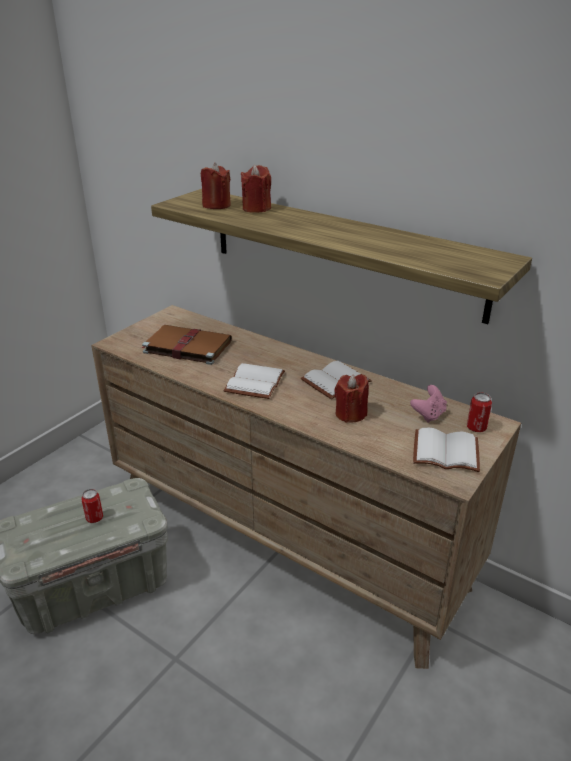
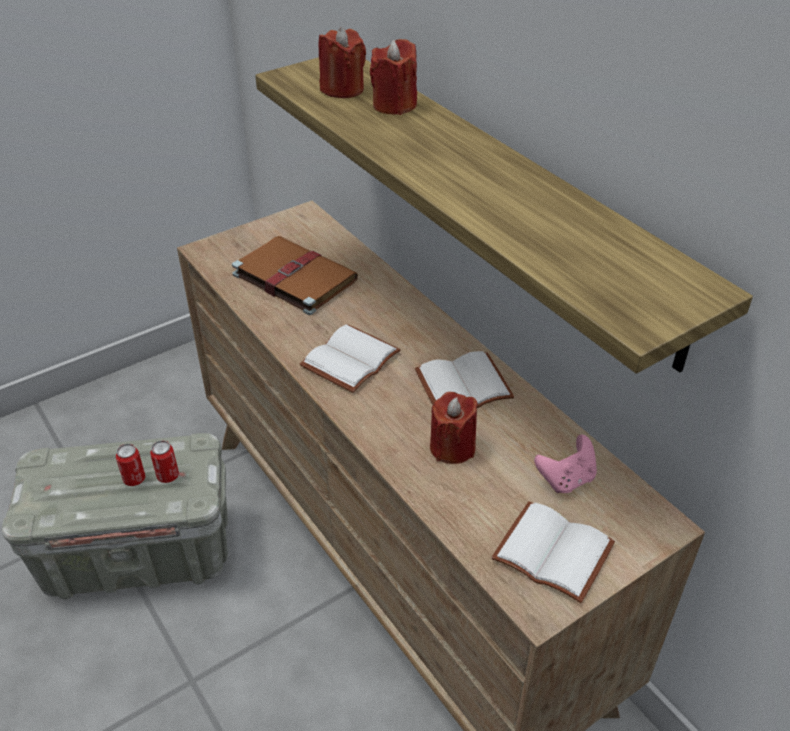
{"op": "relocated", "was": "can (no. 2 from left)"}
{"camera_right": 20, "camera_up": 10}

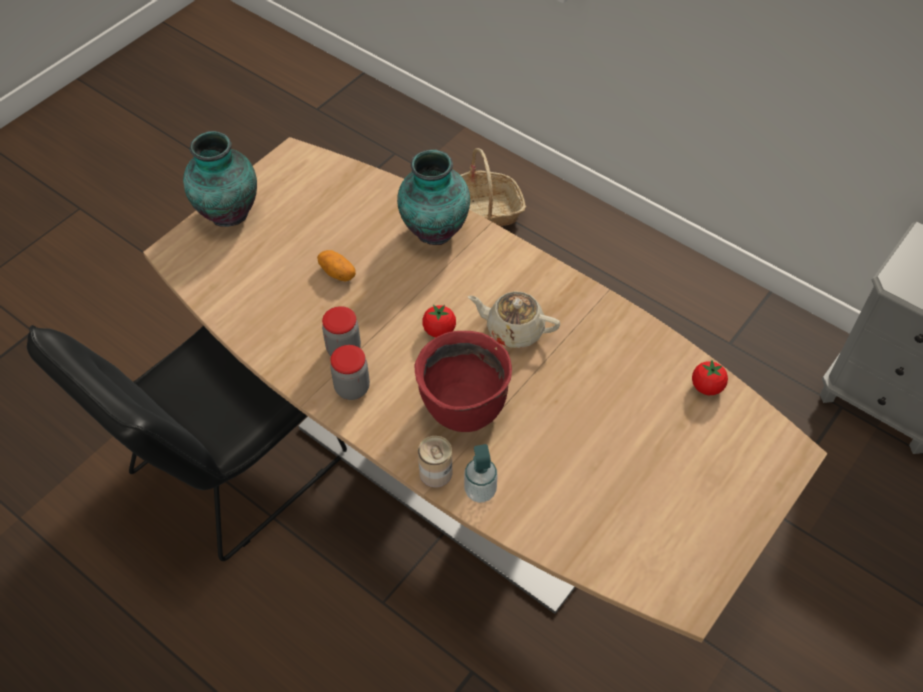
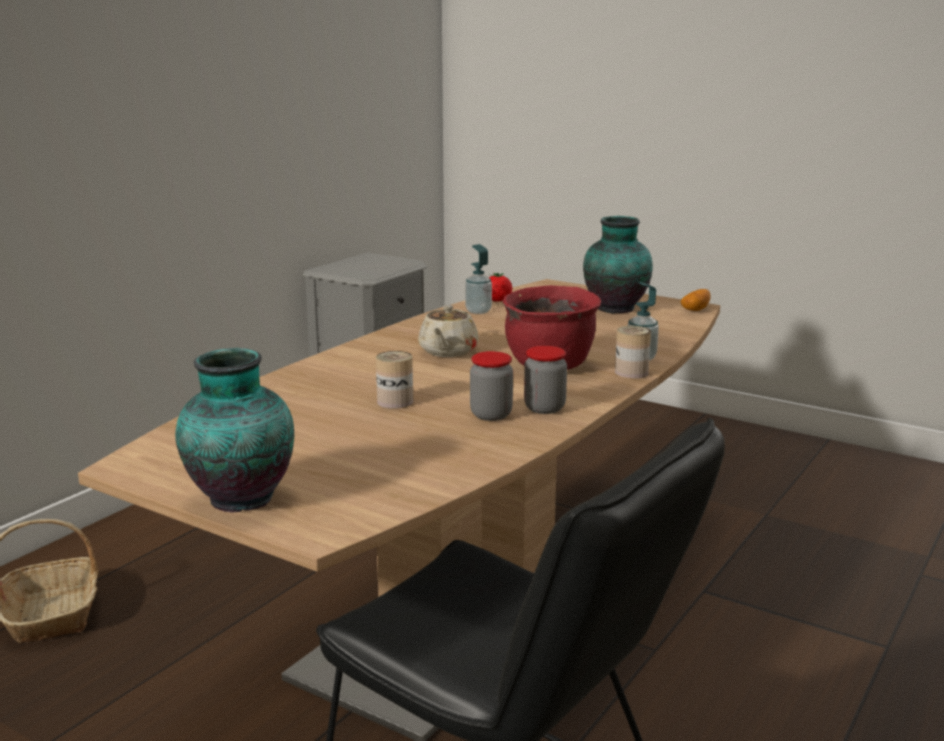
{"op": "relocated", "was": "potato"}
{"op": "relocated", "was": "vase (no. 2 from left)"}
{"op": "missing", "was": "tomato (no. 1 from left)"}
{"op": "appeared", "now": "can (no. 1 from left)"}
{"op": "appeared", "now": "soap dispenser (no. 1 from left)"}
{"camera_right": -95, "camera_up": -35}

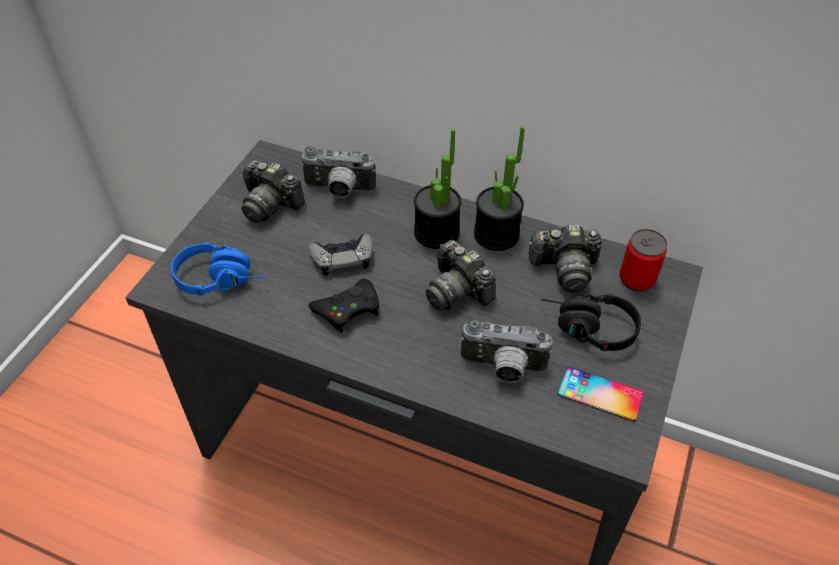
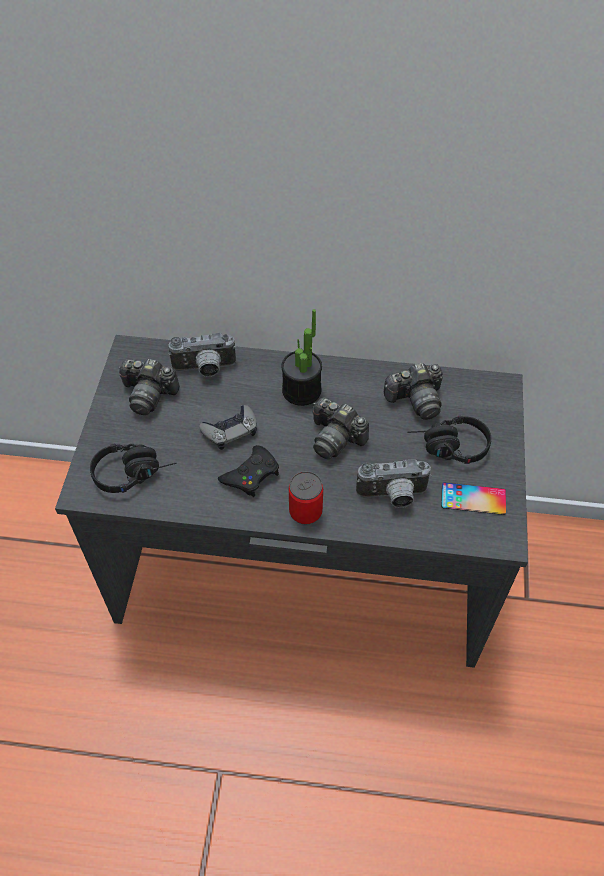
{"op": "colour", "was": "headphones (blue)", "now": "headphones (black) (no. 1 from left)"}
{"op": "missing", "was": "potted plant (no. 2 from left)"}
{"op": "relocated", "was": "can"}
{"camera_right": -15, "camera_up": 5}

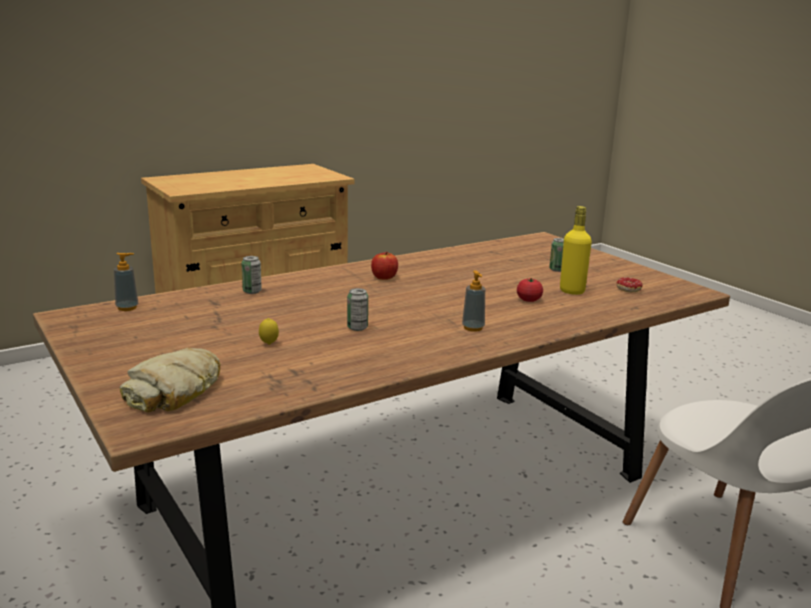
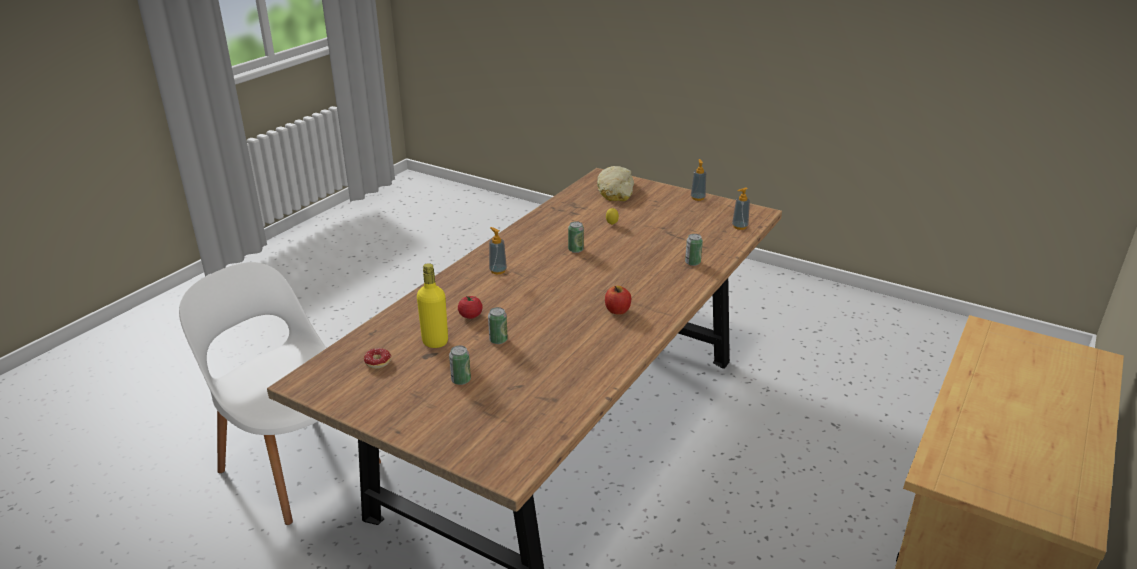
{"op": "appeared", "now": "can (no. 2 from left)"}
{"op": "appeared", "now": "soap dispenser (no. 2 from left)"}
{"camera_right": 155, "camera_up": 10}

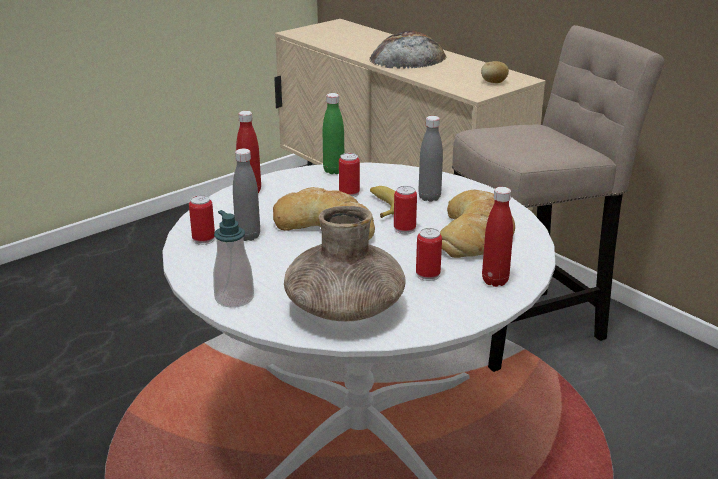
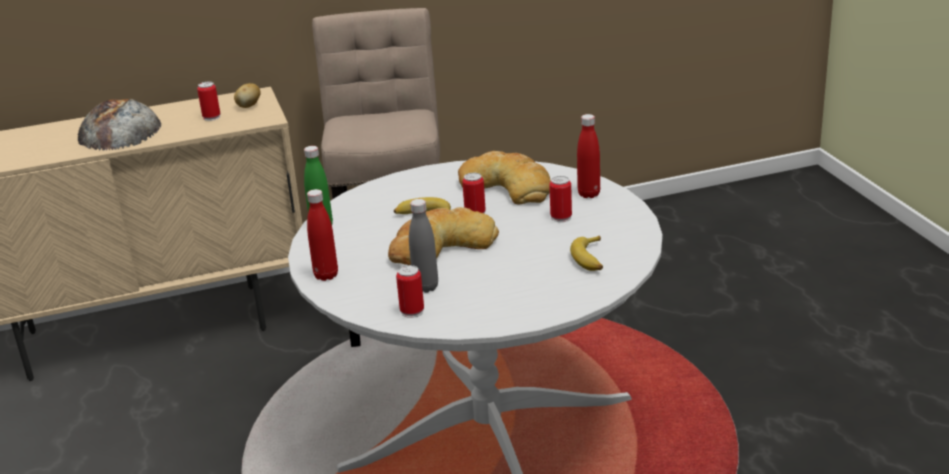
{"op": "missing", "was": "soap dispenser"}
{"op": "exchanged", "was": "vase (brown)", "now": "banana (no. 2 from left)"}
{"op": "relocated", "was": "can (no. 2 from left in the first image)", "now": "can (no. 1 from left)"}
{"op": "missing", "was": "bottle (grey) (no. 2 from left)"}
{"camera_right": -65, "camera_up": 0}

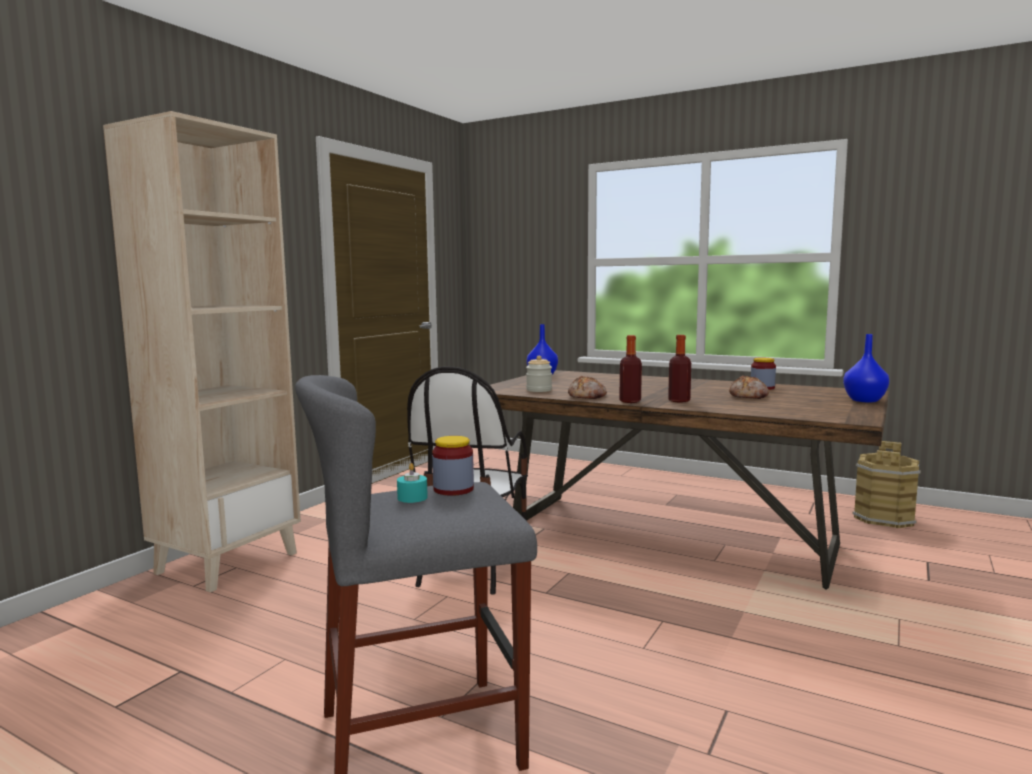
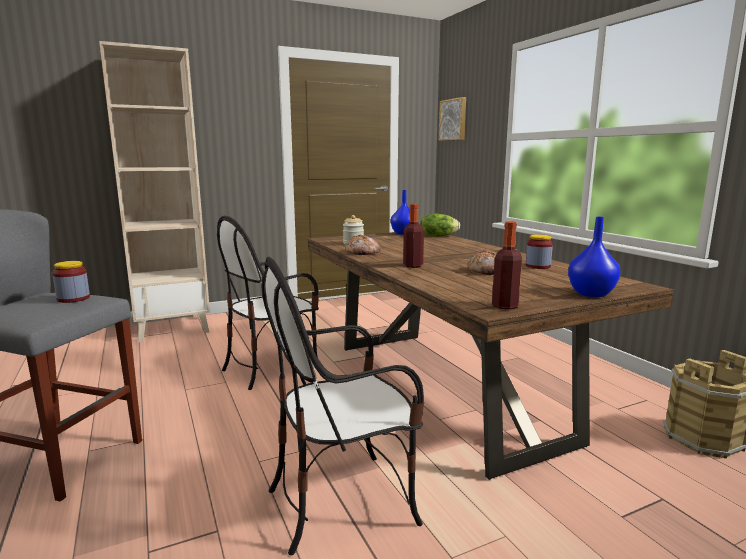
{"op": "missing", "was": "candle (turquoise)"}
{"op": "relocated", "was": "bottle (no. 1 from left in the first image)", "now": "bottle (no. 2 from left)"}
{"op": "appeared", "now": "chair (no. 2 from left)"}
{"op": "appeared", "now": "lettuce"}
{"op": "appeared", "now": "picture"}
{"camera_right": 35, "camera_up": 5}

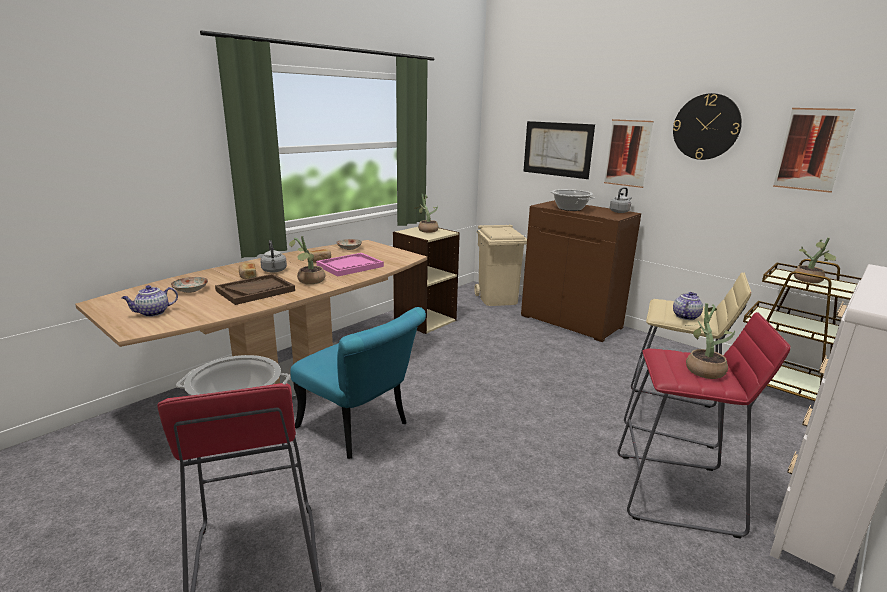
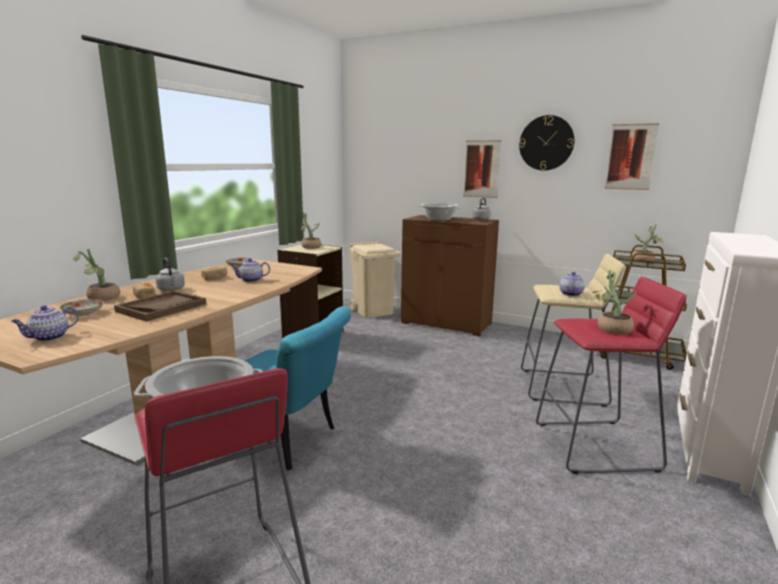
{"op": "relocated", "was": "potted plant (no. 1 from left)"}
{"op": "exchanged", "was": "tray (pink)", "now": "teapot (no. 2 from left)"}
{"op": "missing", "was": "picture (no. 1 from left)"}
{"camera_right": -15, "camera_up": -5}

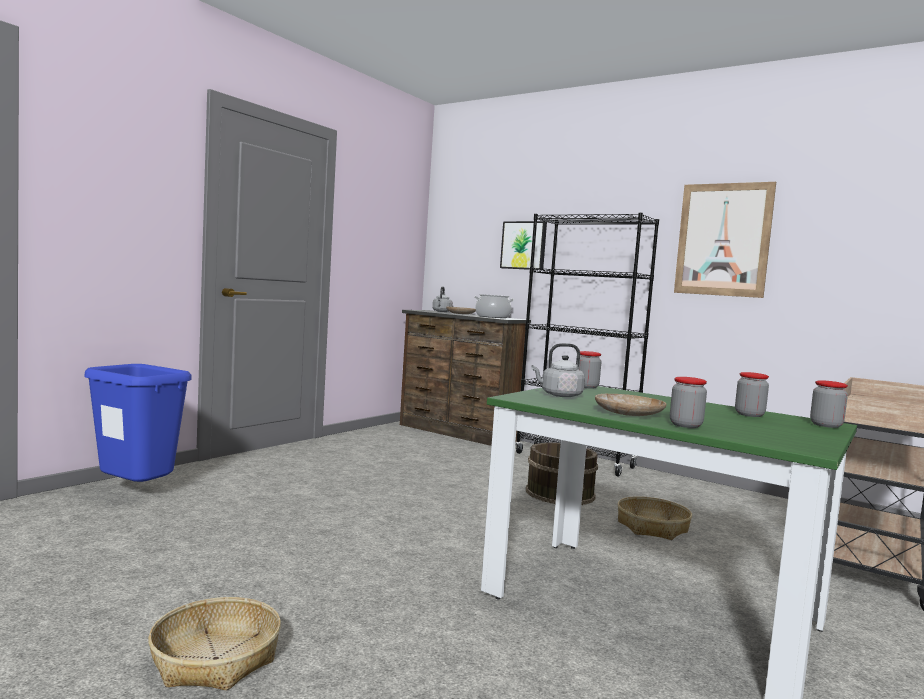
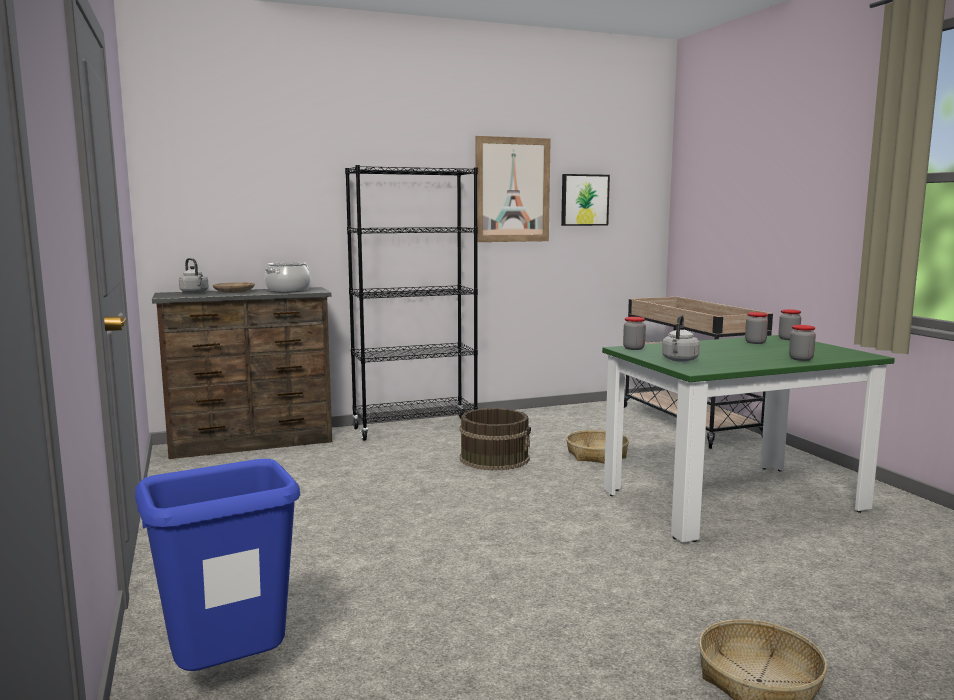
{"op": "relocated", "was": "picture (no. 1 from left in the first image)", "now": "picture (no. 2 from left)"}
{"op": "missing", "was": "plate (beige) (no. 2 from left)"}
{"camera_right": -55, "camera_up": 5}

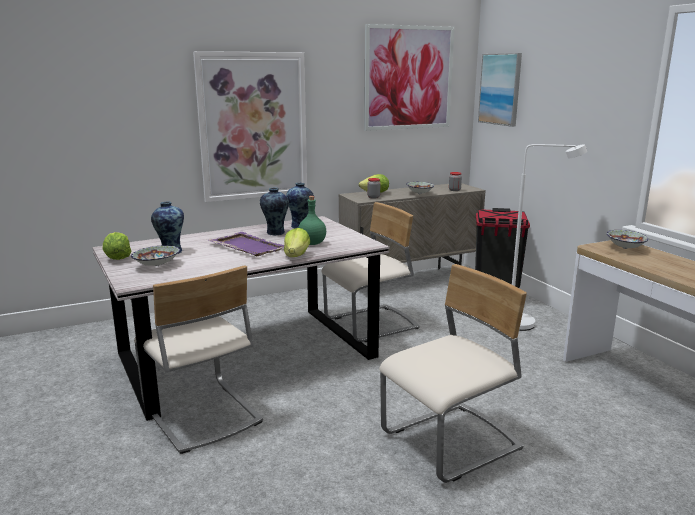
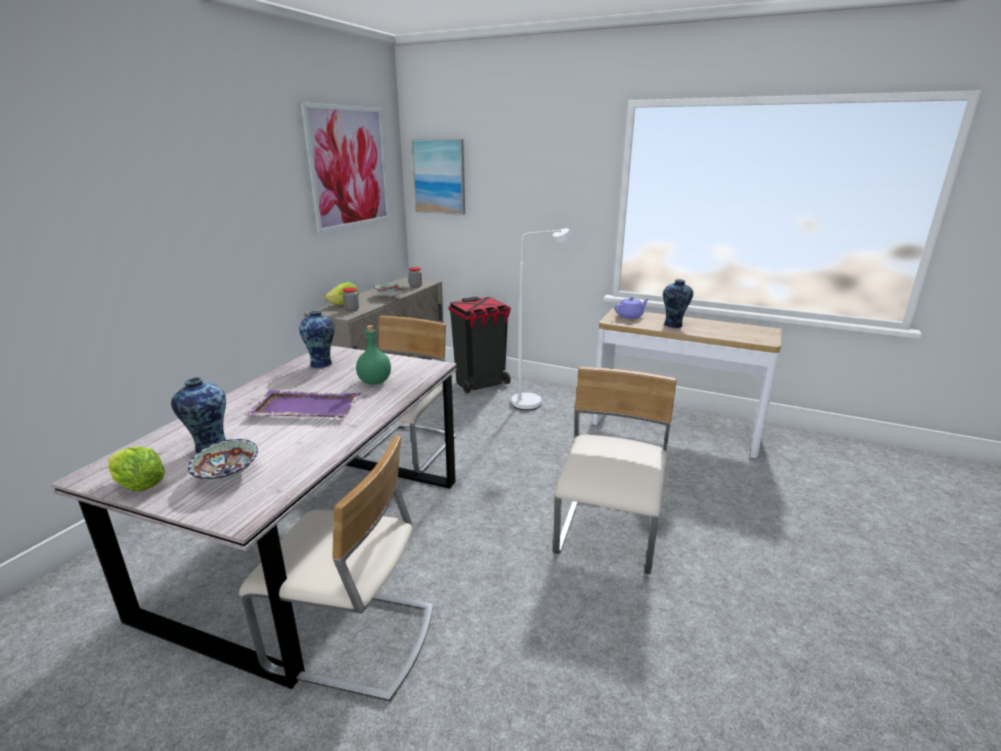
{"op": "missing", "was": "picture (no. 1 from left)"}
{"op": "relocated", "was": "vase (no. 2 from left in the first image)", "now": "vase (no. 3 from left)"}
{"op": "missing", "was": "lettuce (no. 2 from left)"}
{"op": "exchanged", "was": "bowl (no. 3 from left)", "now": "teapot (purple)"}
{"camera_right": -40, "camera_up": 5}

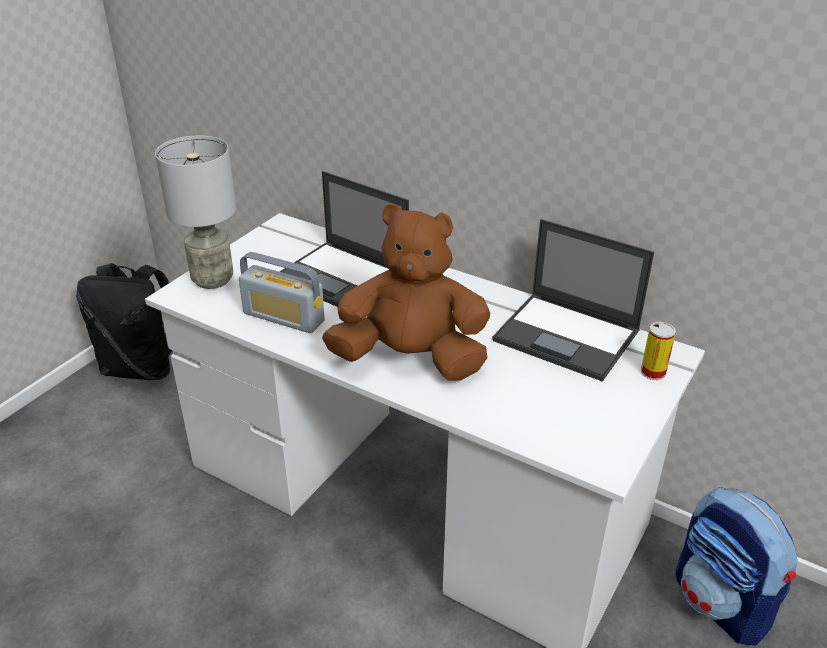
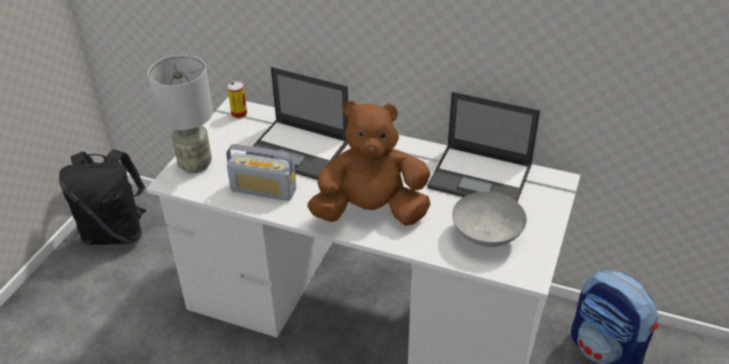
{"op": "relocated", "was": "can"}
{"op": "appeared", "now": "bowl (grey)"}
{"camera_right": -10, "camera_up": 5}

